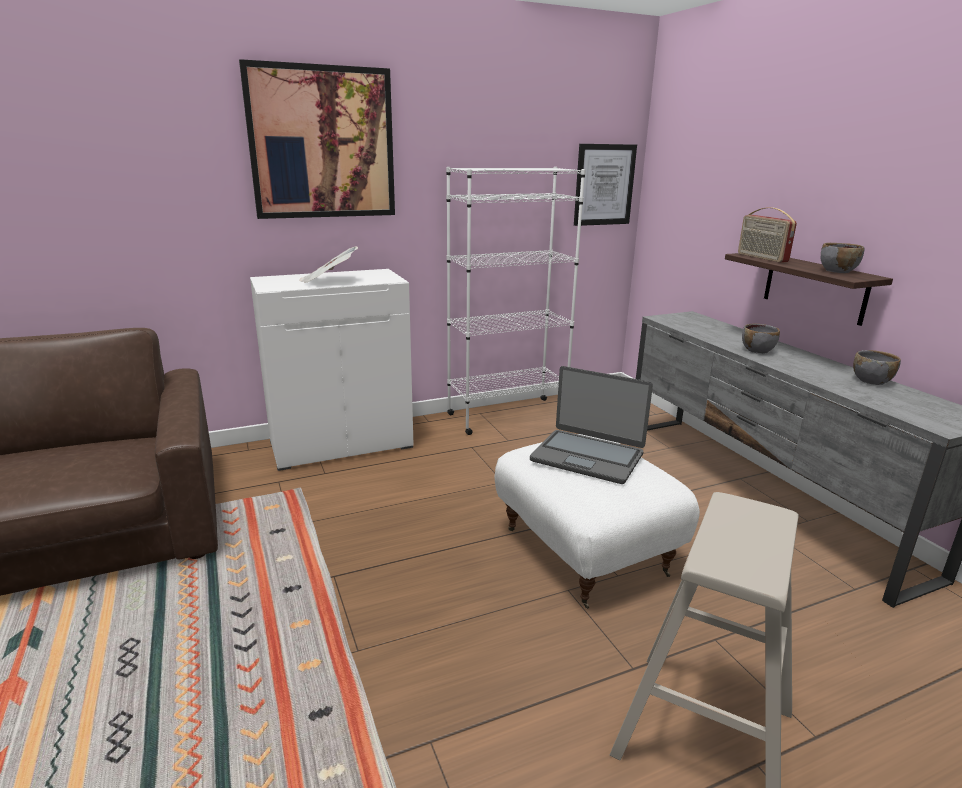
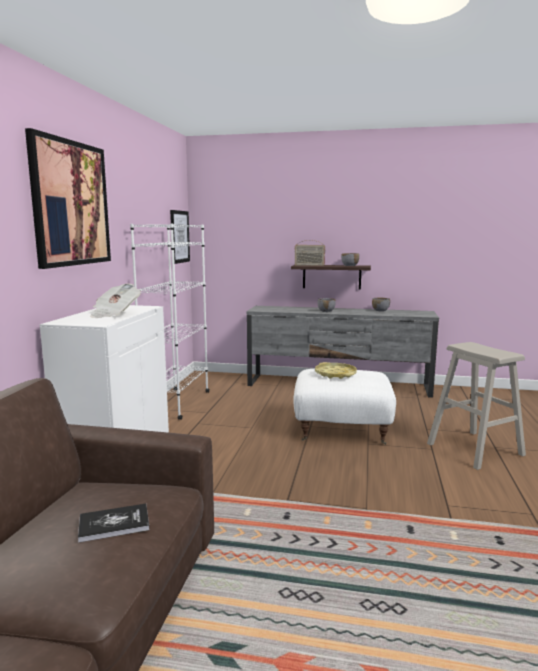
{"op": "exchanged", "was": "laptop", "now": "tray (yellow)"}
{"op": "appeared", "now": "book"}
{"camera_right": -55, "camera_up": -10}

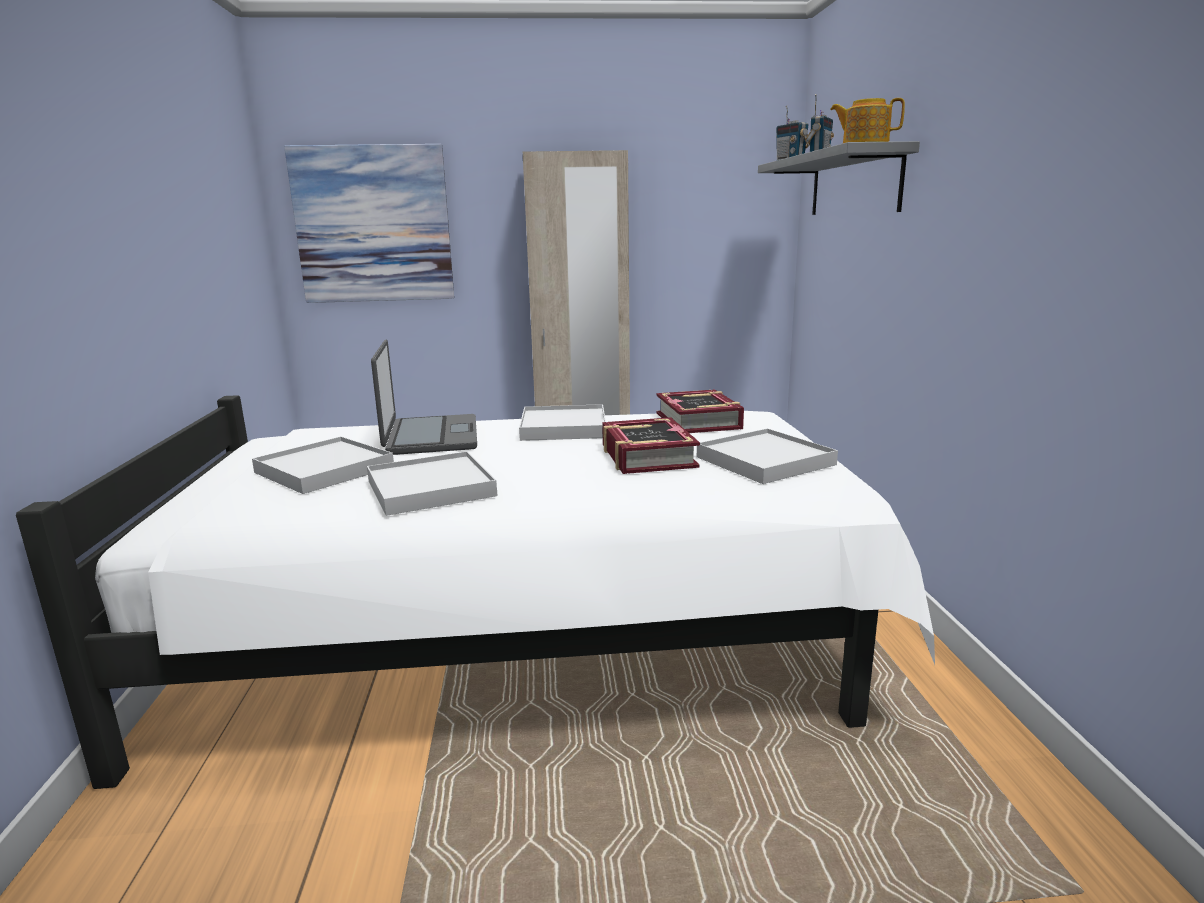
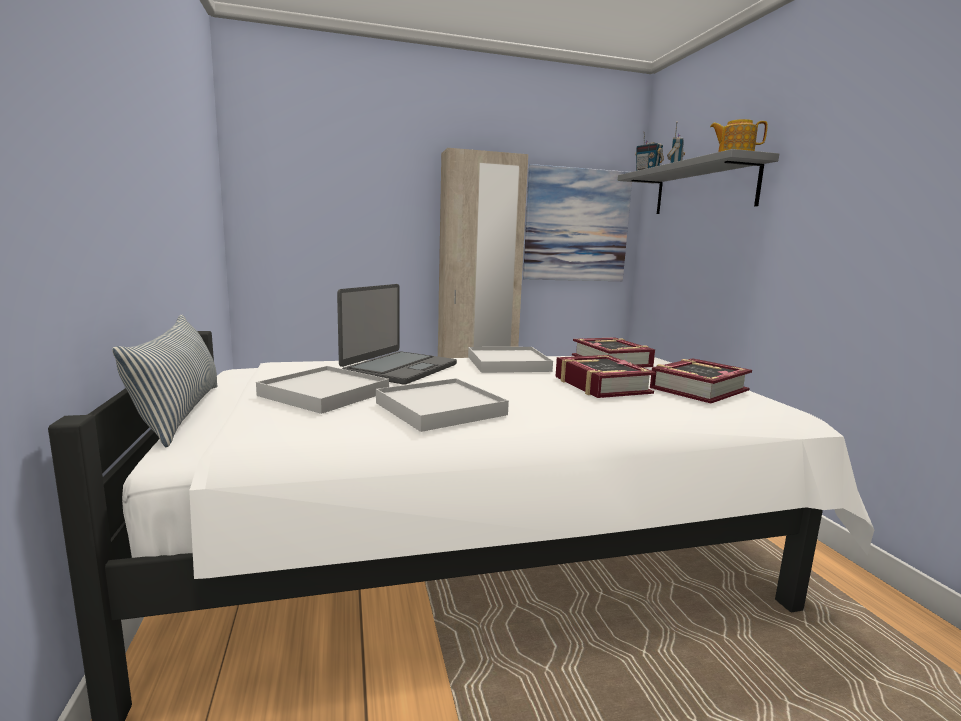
{"op": "relocated", "was": "picture"}
{"op": "spun", "was": "laptop", "clockwise": 45}
{"op": "exchanged", "was": "tray (white) (no. 4 from left)", "now": "book (no. 3 from left)"}
{"op": "appeared", "now": "pillow"}
{"camera_right": -10, "camera_up": -5}

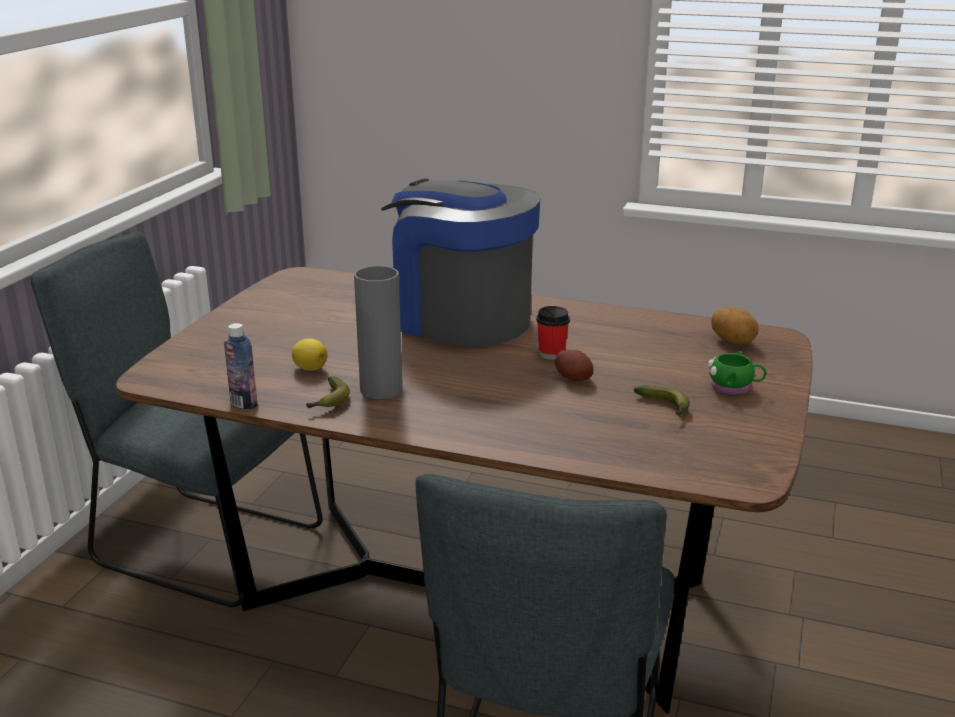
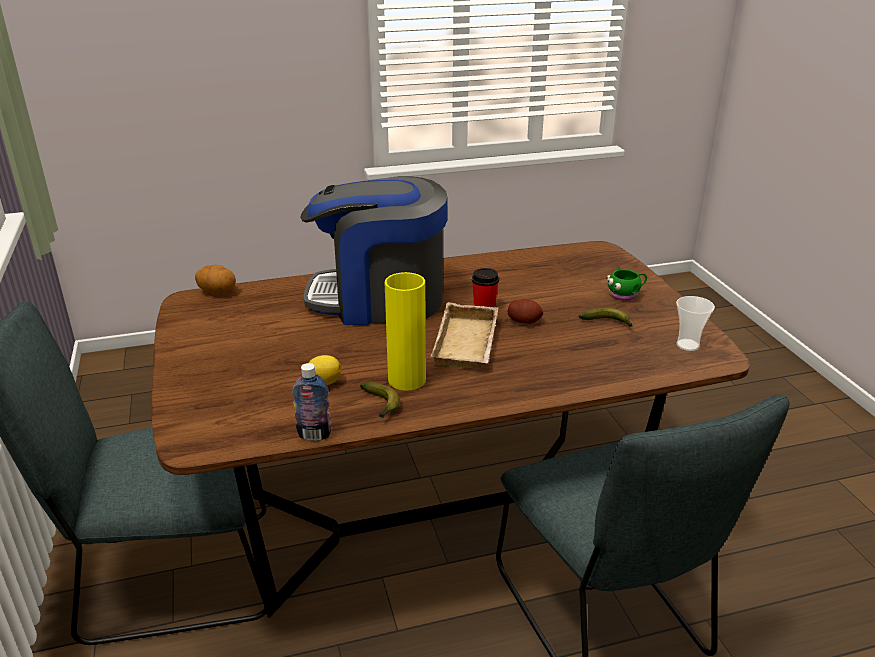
{"op": "colour", "was": "vase (grey)", "now": "vase (yellow)"}
{"op": "relocated", "was": "potato (no. 2 from left in the first image)", "now": "potato (no. 1 from left)"}
{"op": "appeared", "now": "tray (beige)"}
{"op": "appeared", "now": "cup (no. 2 from left)"}
{"camera_right": -35, "camera_up": 5}

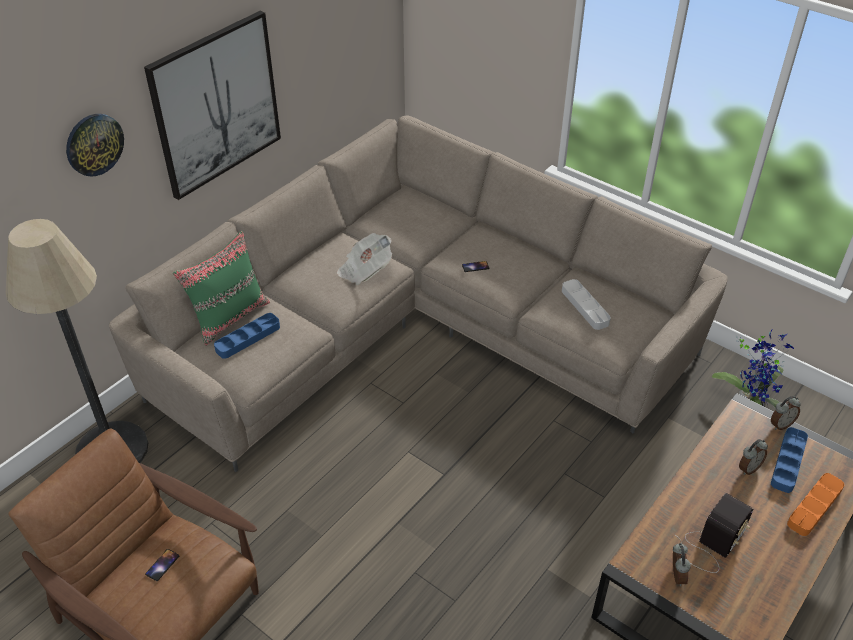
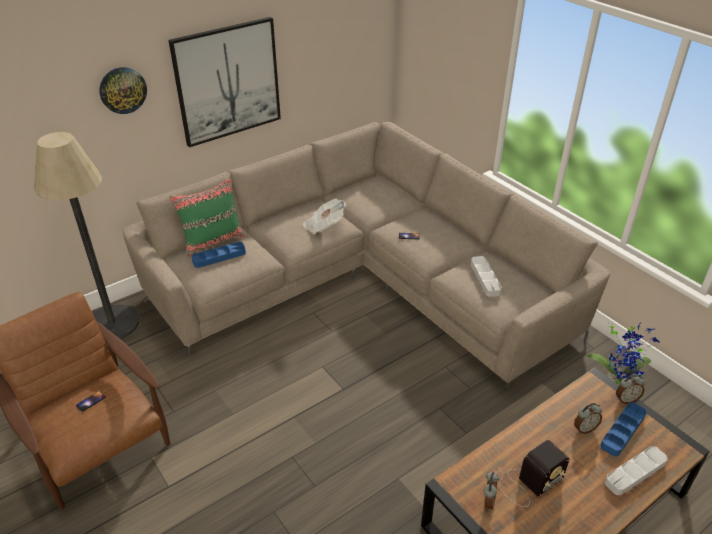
{"op": "colour", "was": "tray (orange)", "now": "tray (grey) (no. 2 from left)"}
{"camera_right": 15, "camera_up": -5}

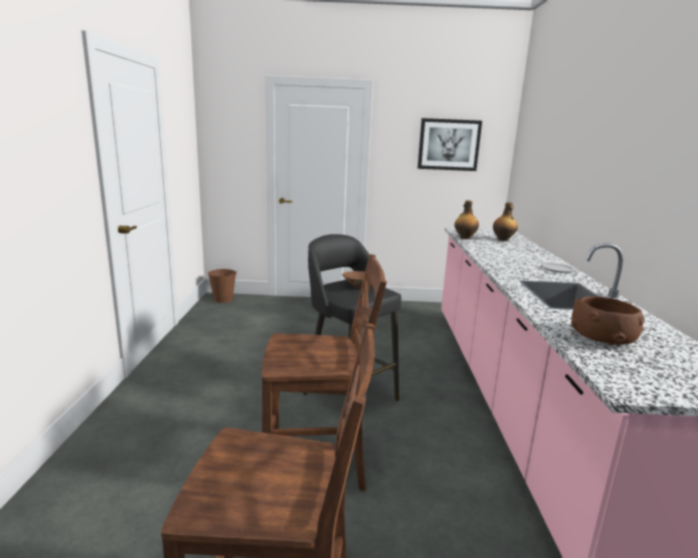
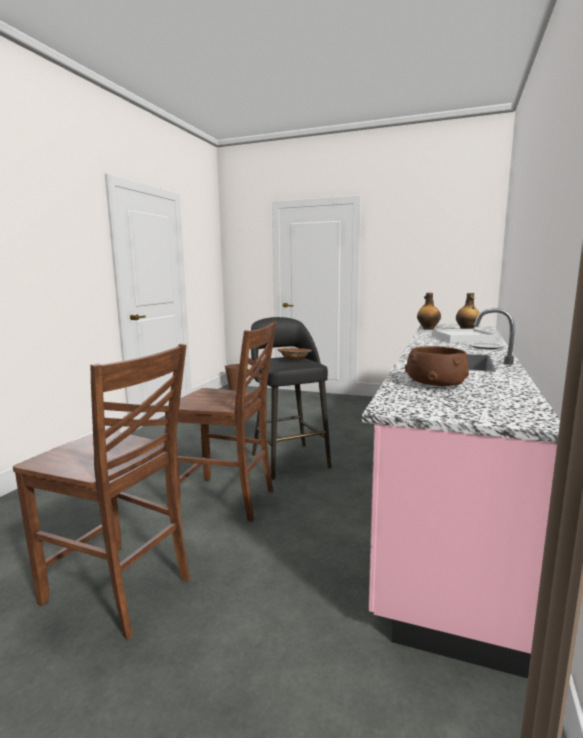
{"op": "missing", "was": "picture"}
{"op": "appeared", "now": "tray (white)"}
{"camera_right": 20, "camera_up": -5}

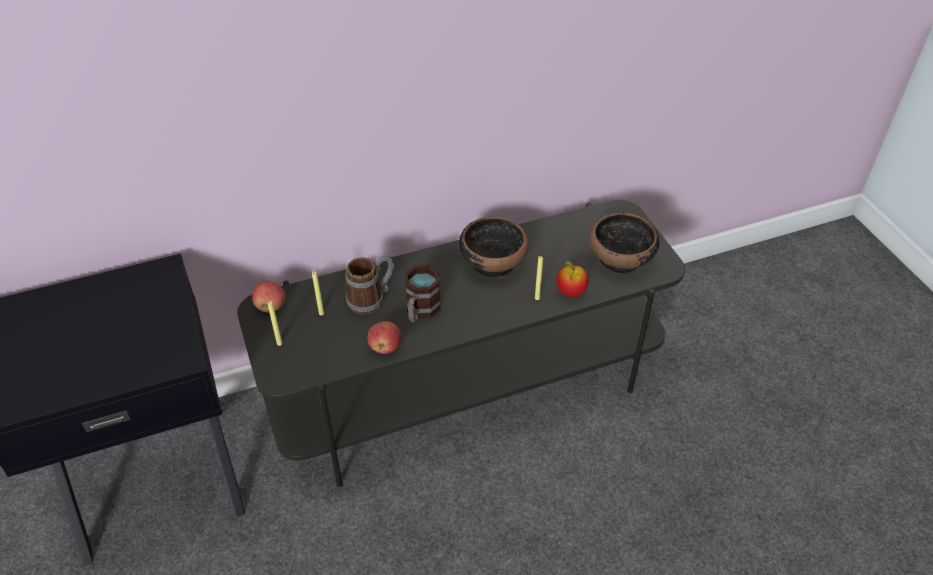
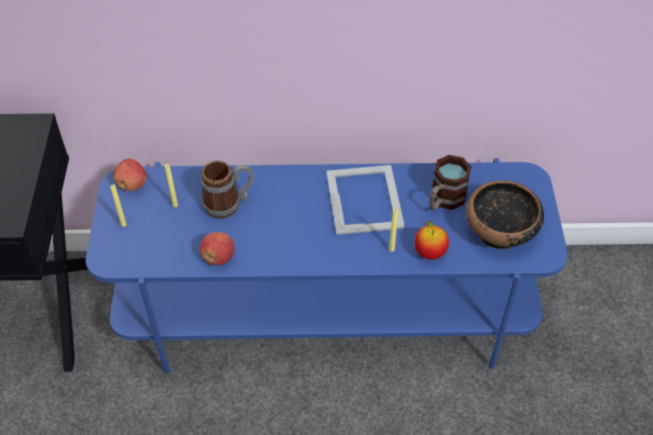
{"op": "colour", "was": "tv stand (grey)", "now": "tv stand (blue)"}
{"op": "relocated", "was": "mug (no. 2 from left)"}
{"op": "exchanged", "was": "bowl (no. 1 from left)", "now": "picture frame"}
{"camera_right": 20, "camera_up": 5}

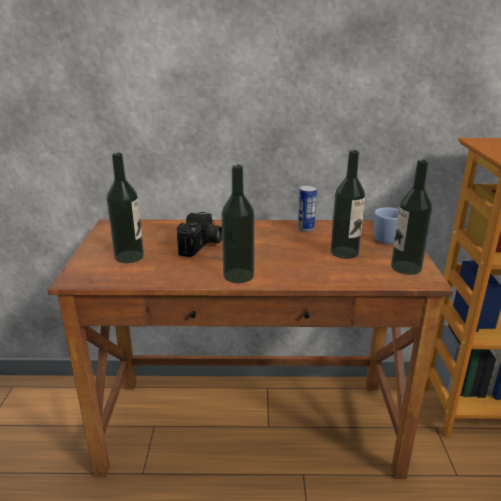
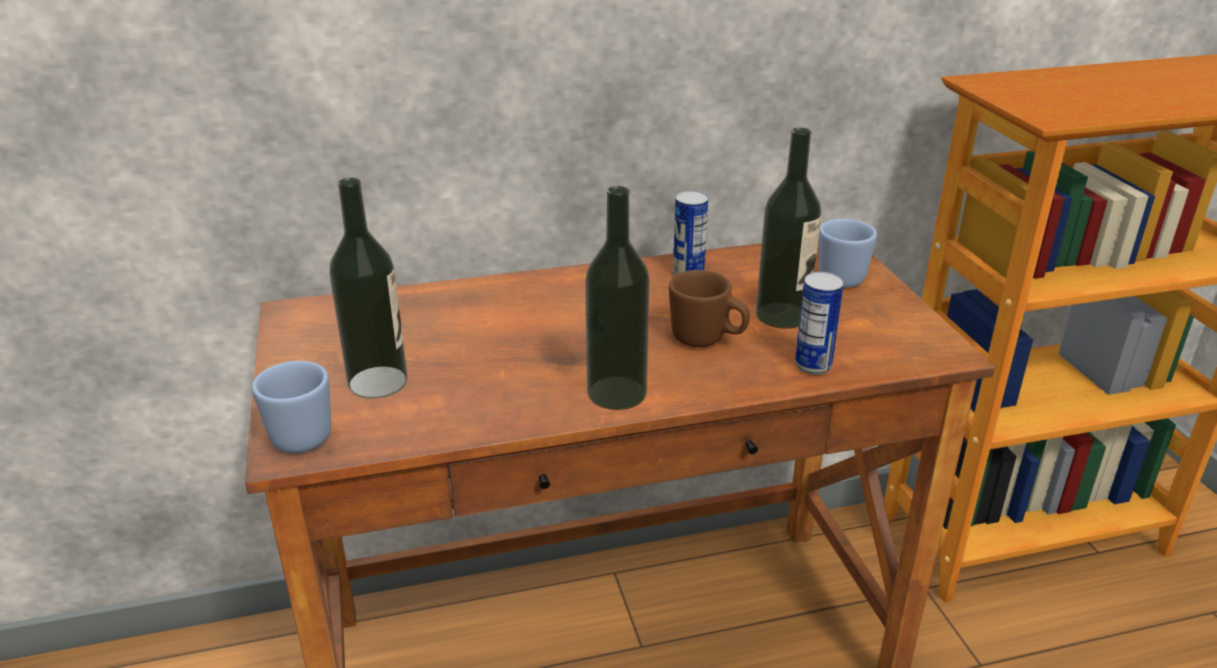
{"op": "missing", "was": "photo camera"}
{"op": "missing", "was": "bottle (no. 4 from left)"}
{"op": "appeared", "now": "mug (blue) (no. 1 from left)"}
{"op": "appeared", "now": "mug (brown)"}
{"op": "appeared", "now": "can (no. 2 from left)"}
{"camera_right": -15, "camera_up": 5}

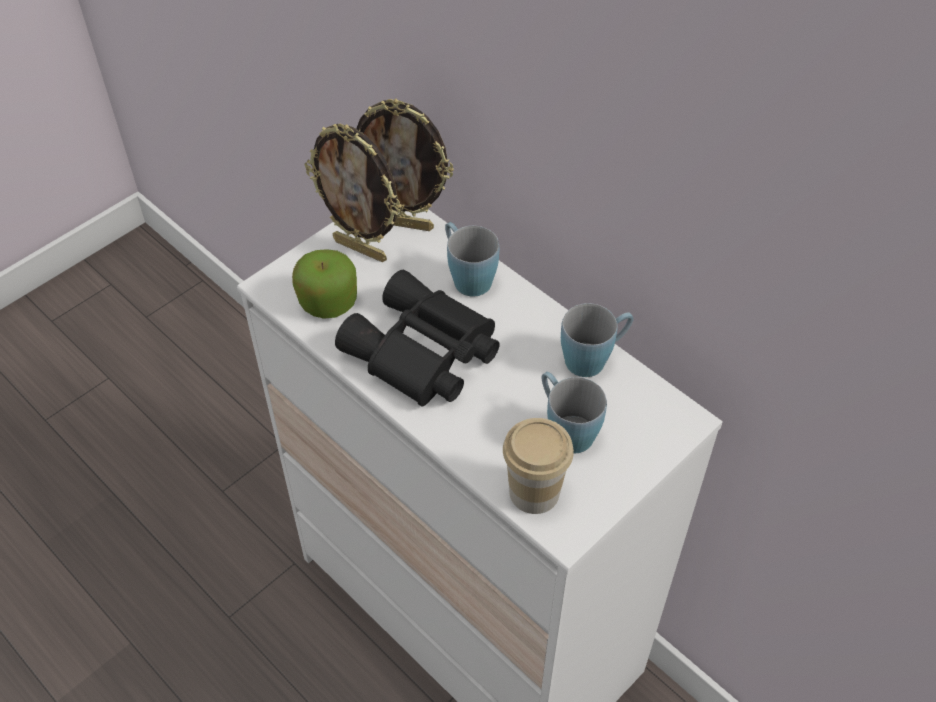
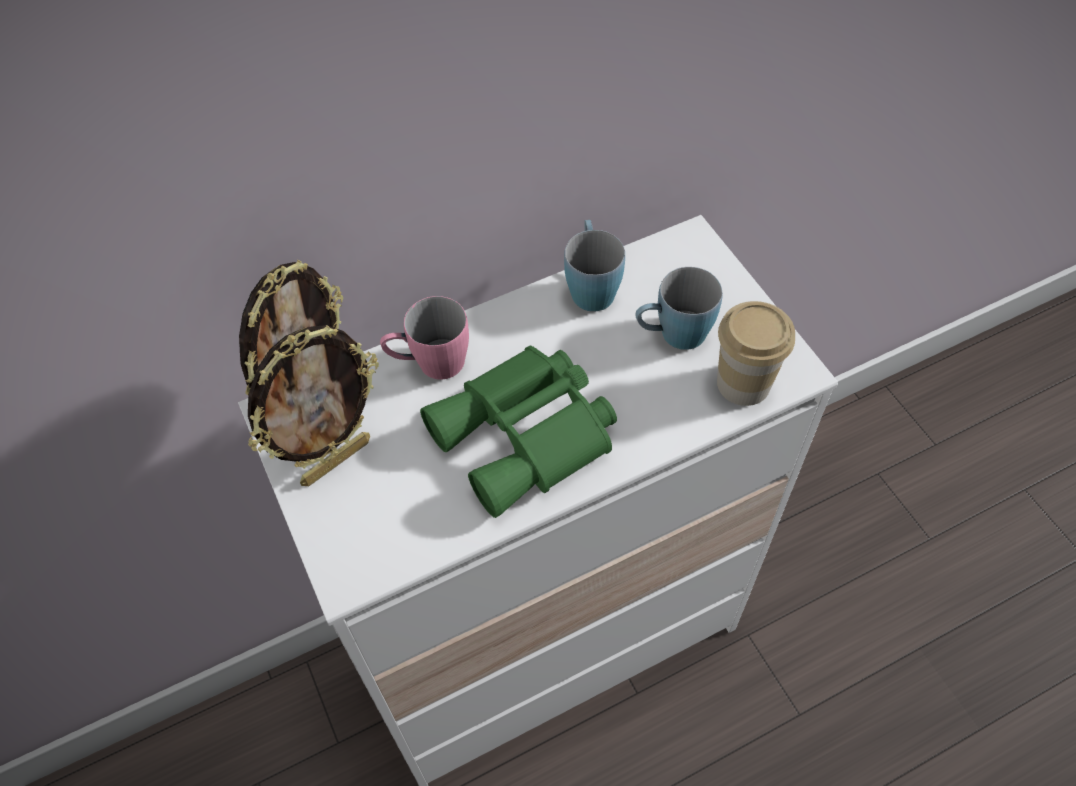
{"op": "missing", "was": "apple"}
{"op": "colour", "was": "binoculars (black)", "now": "binoculars (green)"}
{"op": "colour", "was": "mug (blue) (no. 1 from left)", "now": "mug (pink)"}
{"camera_right": -70, "camera_up": 5}

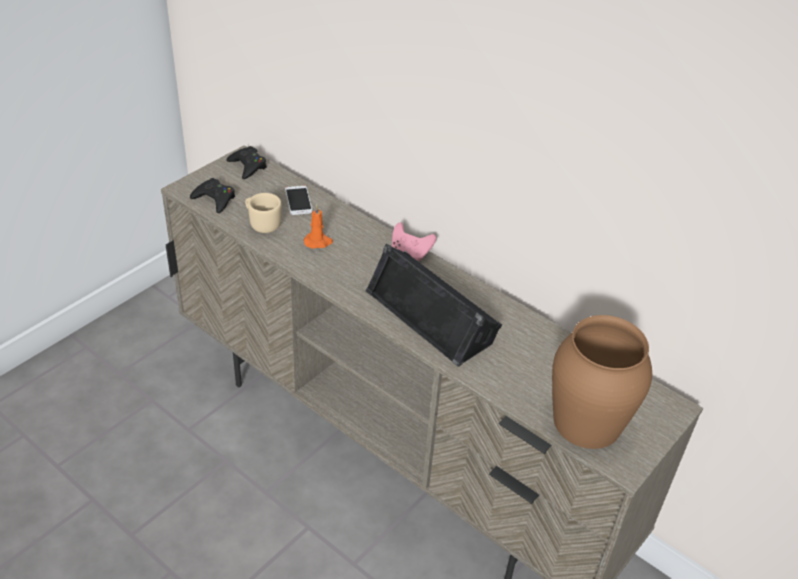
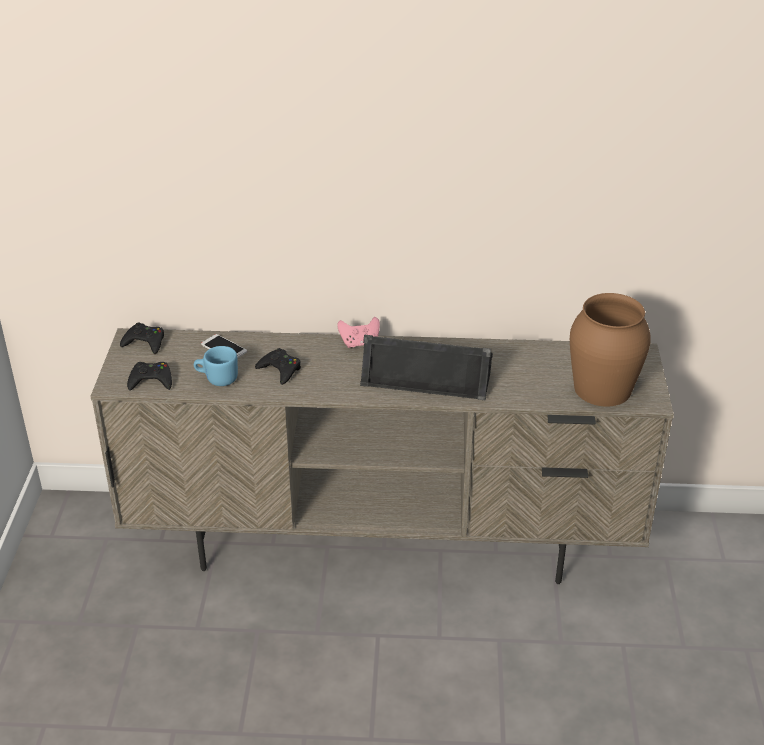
{"op": "colour", "was": "mug (beige)", "now": "mug (blue)"}
{"op": "exchanged", "was": "candle (orange)", "now": "game controller (black) (no. 3 from left)"}
{"camera_right": -35, "camera_up": -5}

